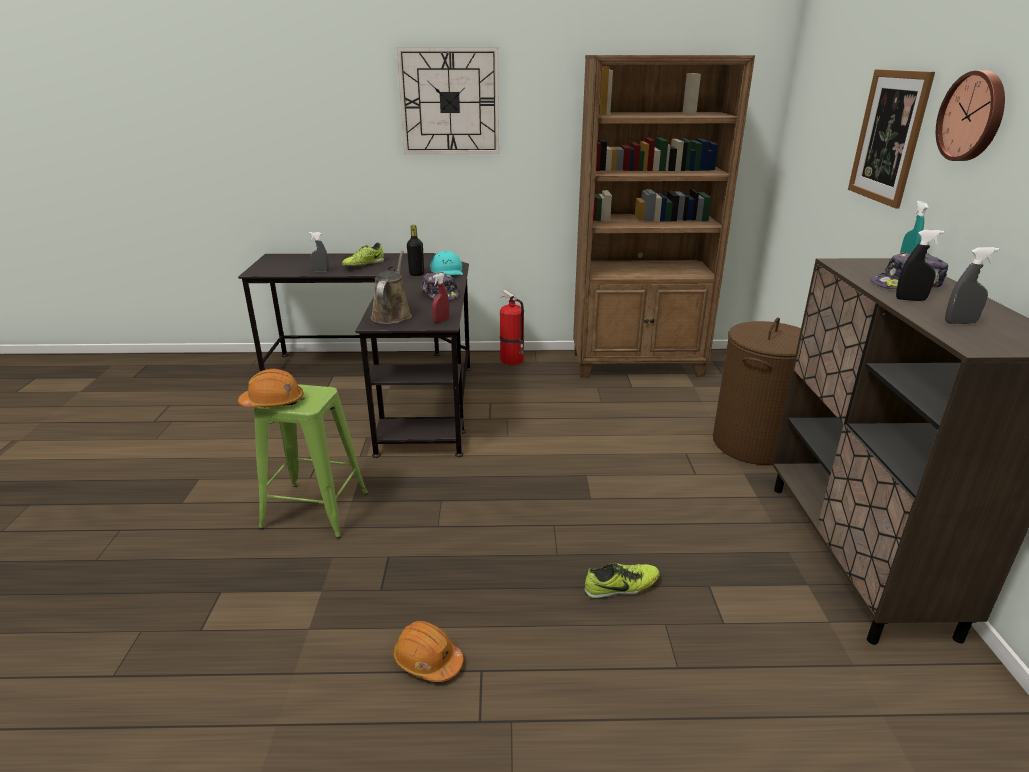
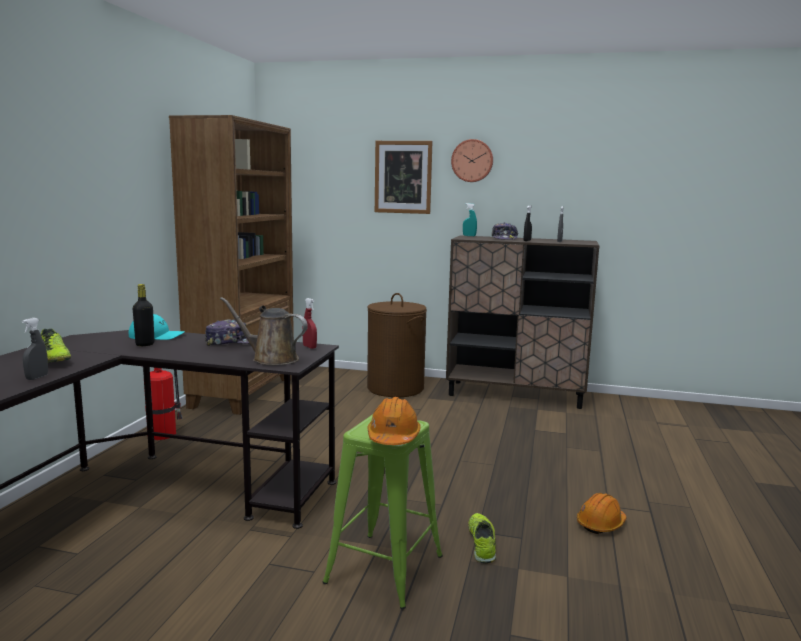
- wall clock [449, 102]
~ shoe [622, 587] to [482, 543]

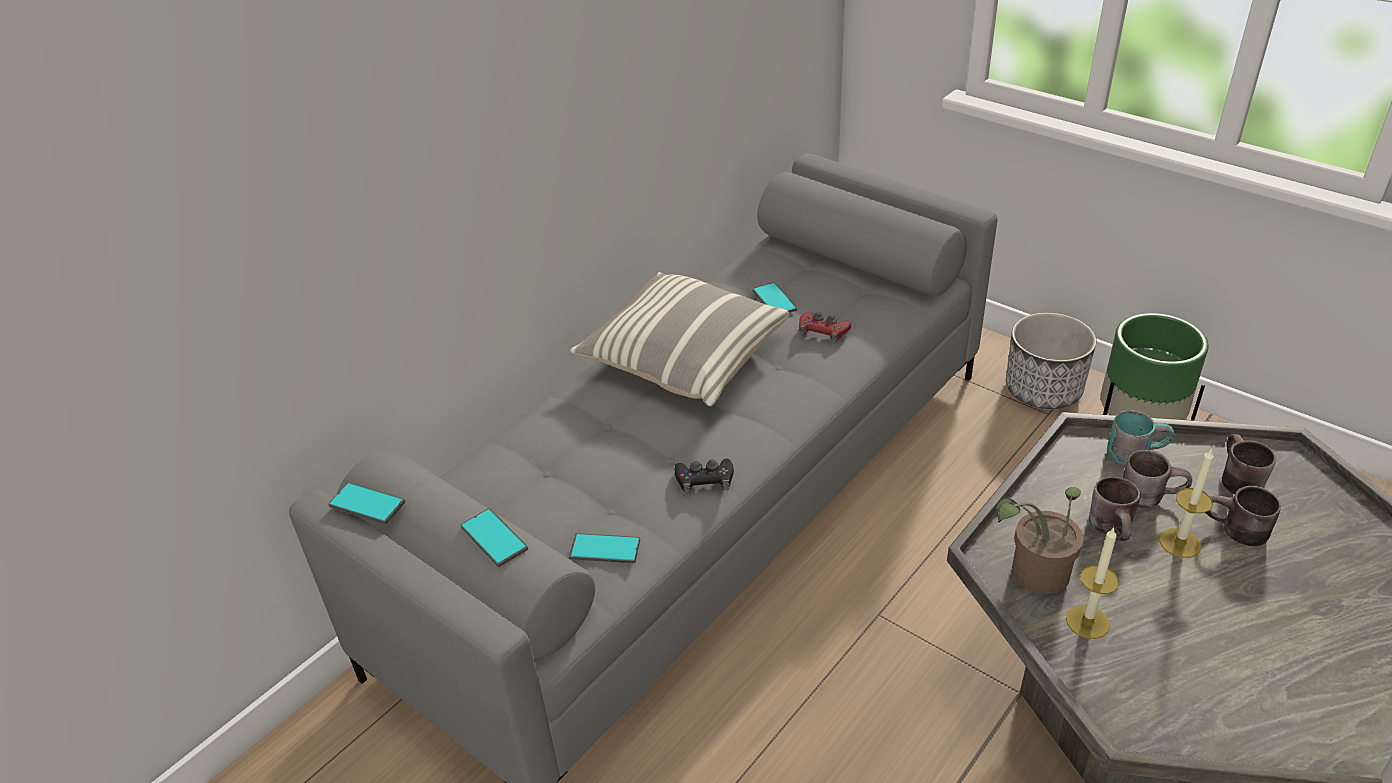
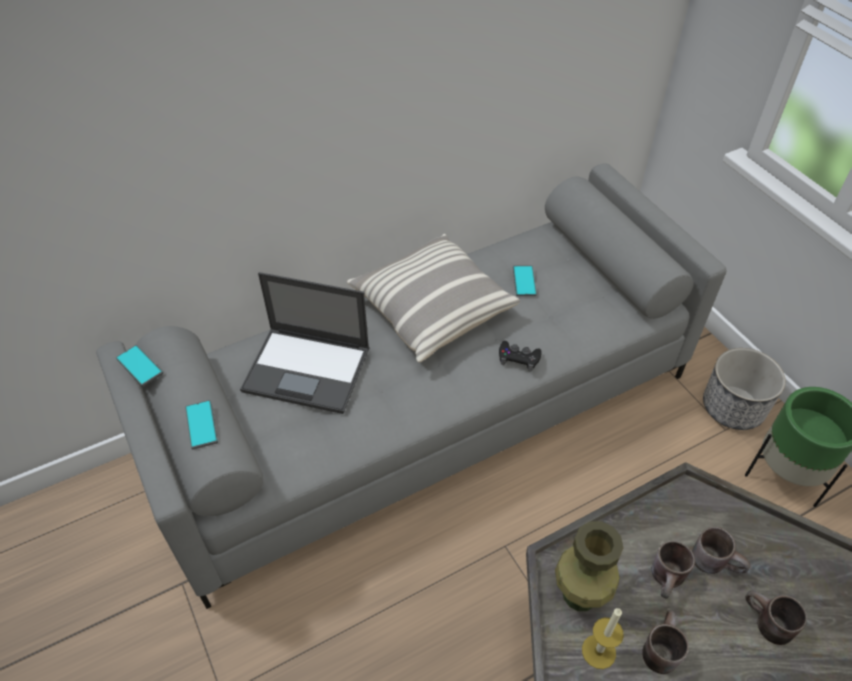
- gamepad/red-coloured [823, 331]
- tea mug/blue-green [1134, 451]
~ tea mug/brown-coloured [1234, 479] to [657, 647]
- candle [1180, 543]
~ gamepad/black [704, 479] to [518, 358]
~ houseplant [1032, 575] to flower vase/green-coloured [580, 594]
- handset [604, 549]
+ portable computer [308, 370]

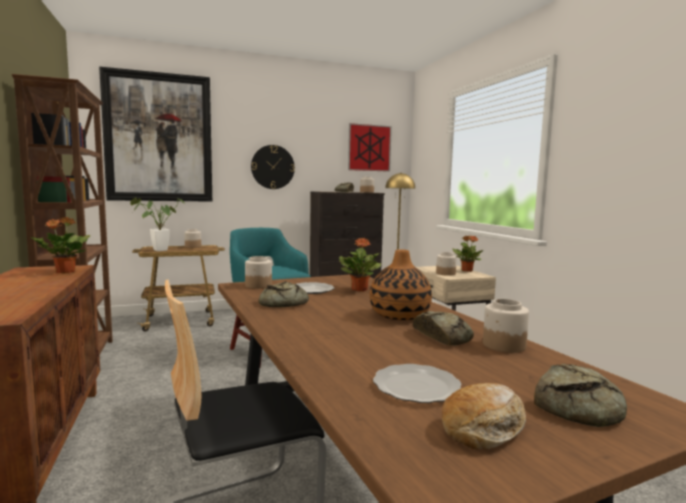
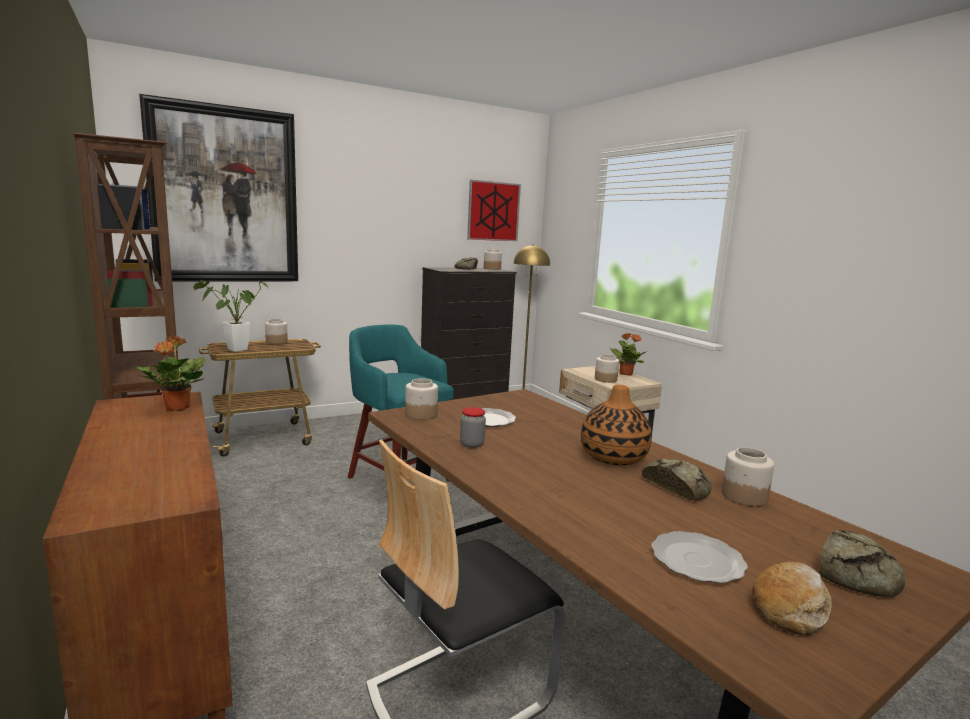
- wall clock [272, 167]
- houseplant [359, 289]
~ bread [282, 303] to jar [472, 444]

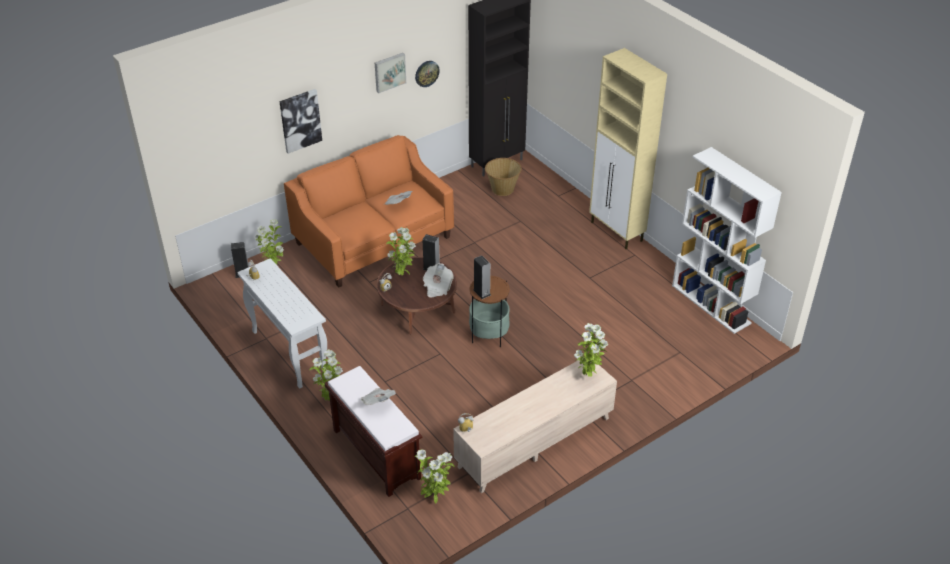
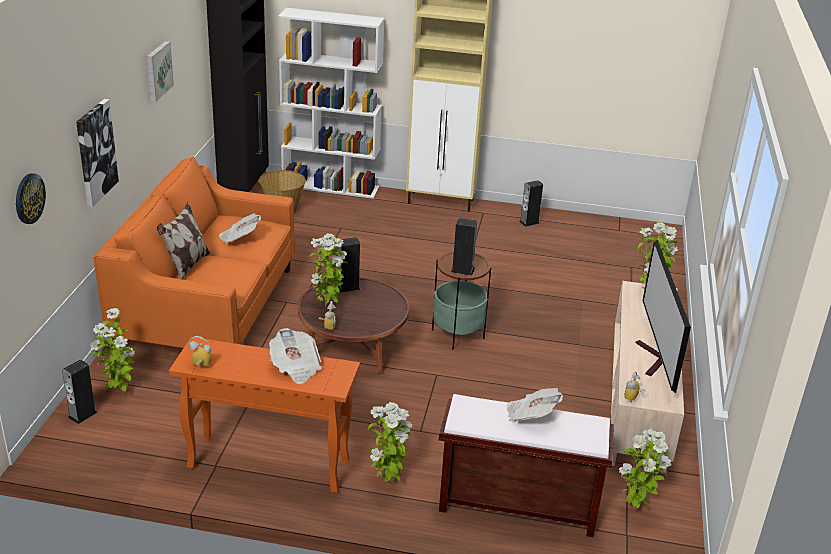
~ wall clock [426, 73] to [29, 198]
~ bookcase/whitish [711, 304] to [331, 186]
~ narrow table/whitish [288, 352] to narrow table/orange [267, 464]
~ daily paper [437, 287] to [295, 368]
+ audio speaker [529, 222]
+ pillow [186, 266]
+ television [654, 360]

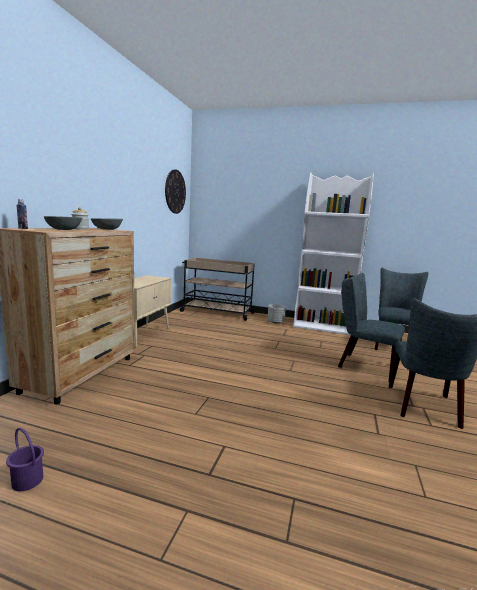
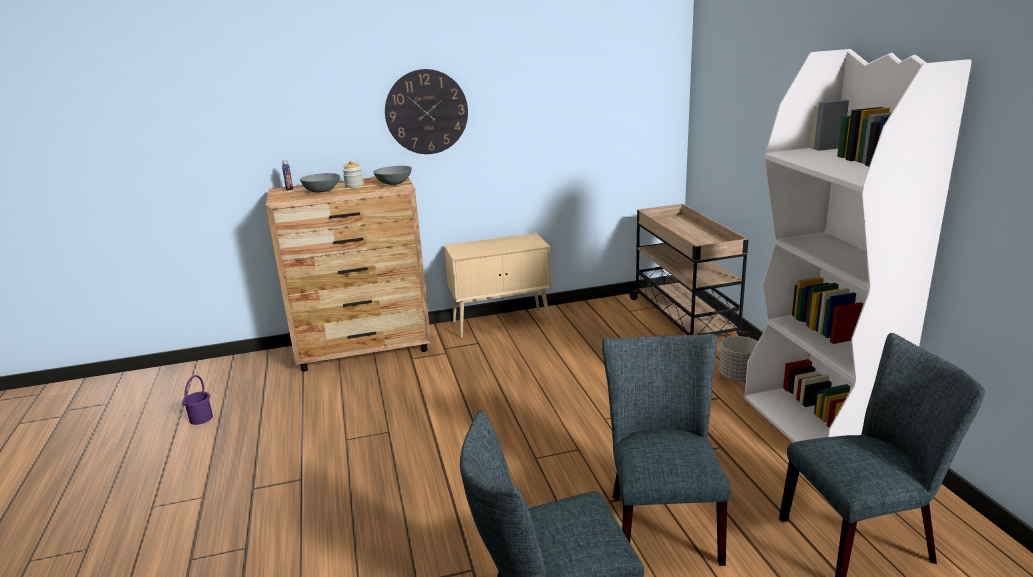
~ wall clock [175, 191] to [426, 112]

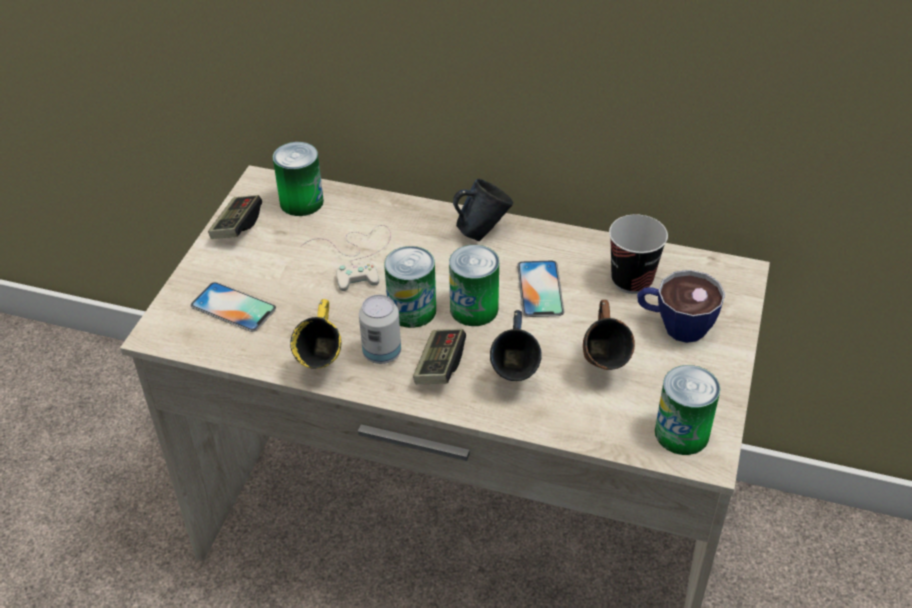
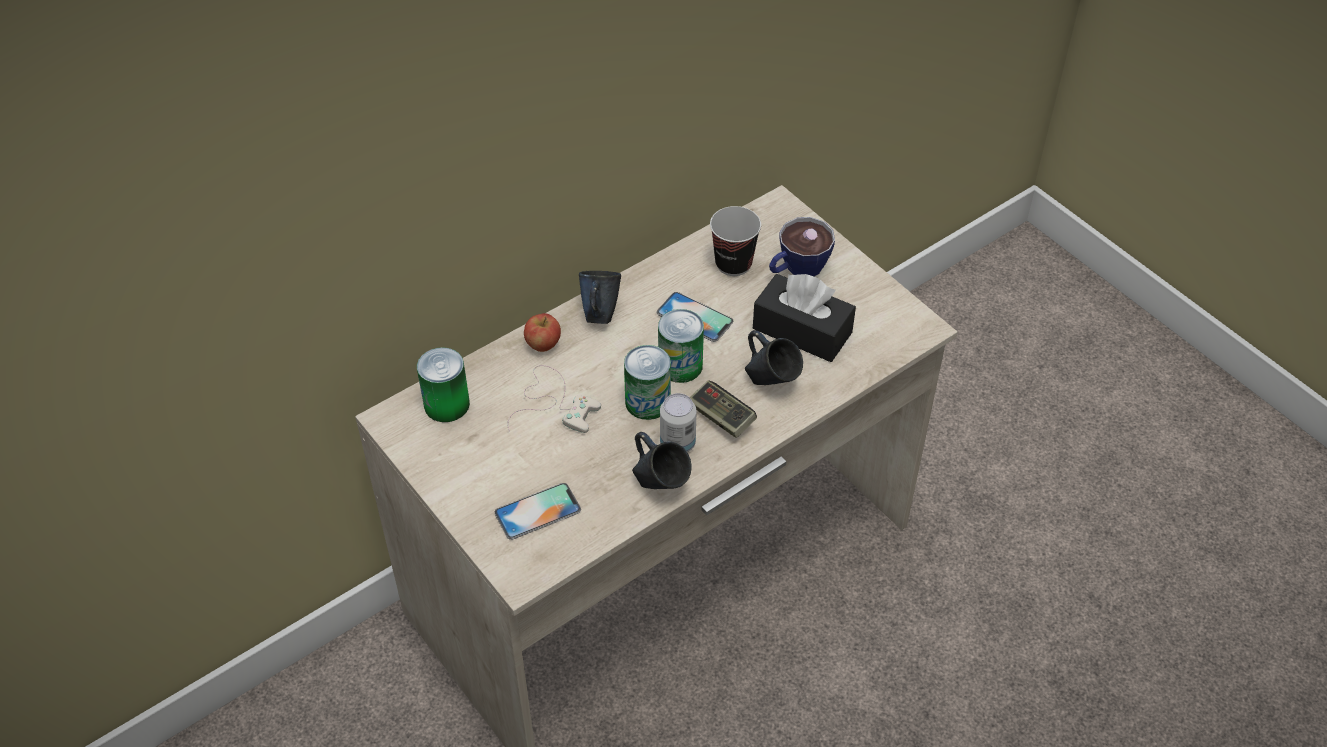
- gamepad [237, 226]
~ tea mug/yellowish [323, 366] to tea mug/bluish [659, 486]
~ tea mug/brown-coloured [602, 367] to tissue holder/black [802, 330]
- sealed can [681, 433]
+ apple [543, 344]

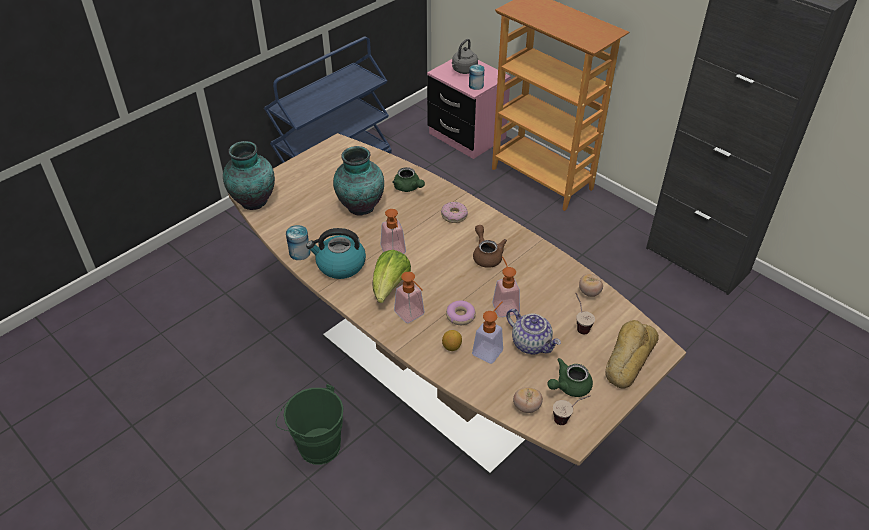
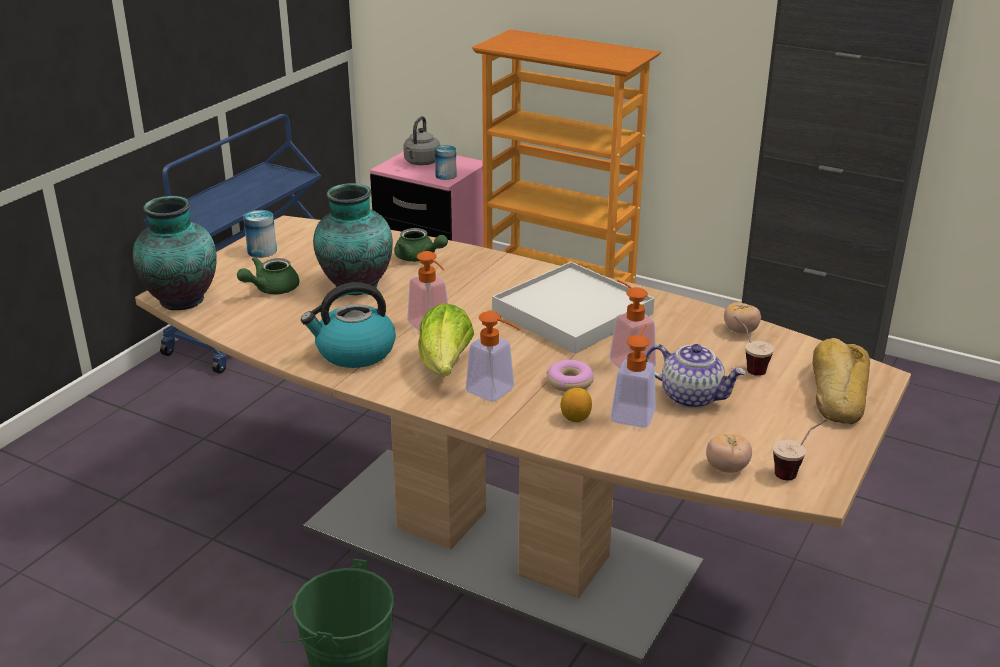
- donut [454, 215]
~ sealed can [299, 253] to [262, 251]
~ teapot/brown-coloured [486, 255] to serving tray/whitish [572, 313]
~ teapot/green-coloured [569, 386] to [271, 289]

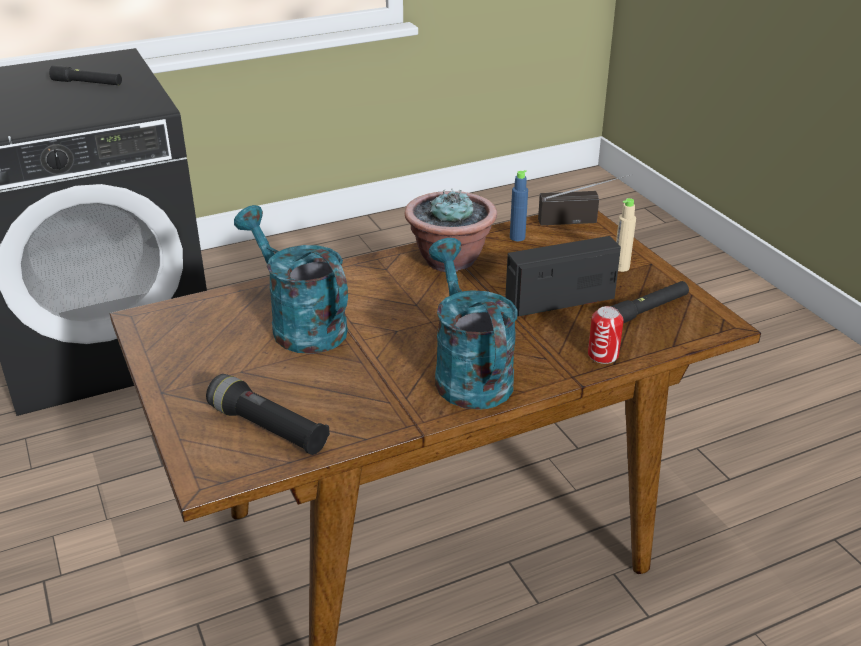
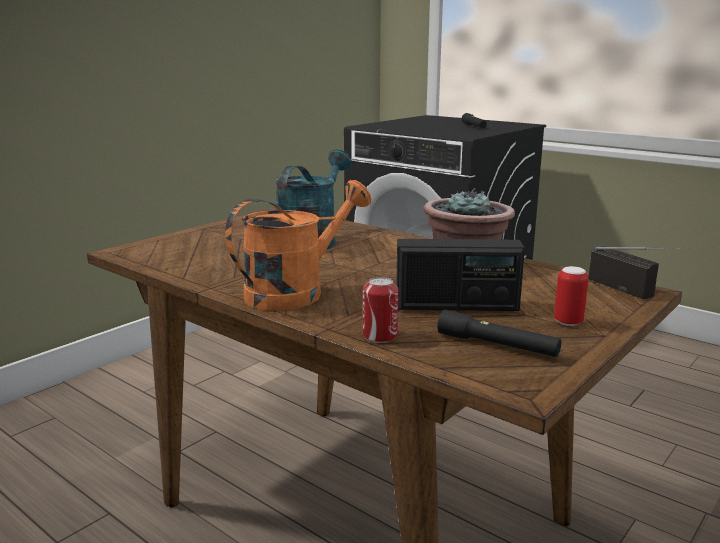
- beverage bottle/bluish [517, 237]
~ beverage bottle/beige-coloured [621, 267] to sealed can [568, 322]
~ radio [559, 301] = [456, 306] 135 degrees clockwise
~ sprinkling can/blue-green [468, 373] to sprinkling can/orange [296, 292]
- hand torch/black [268, 428]

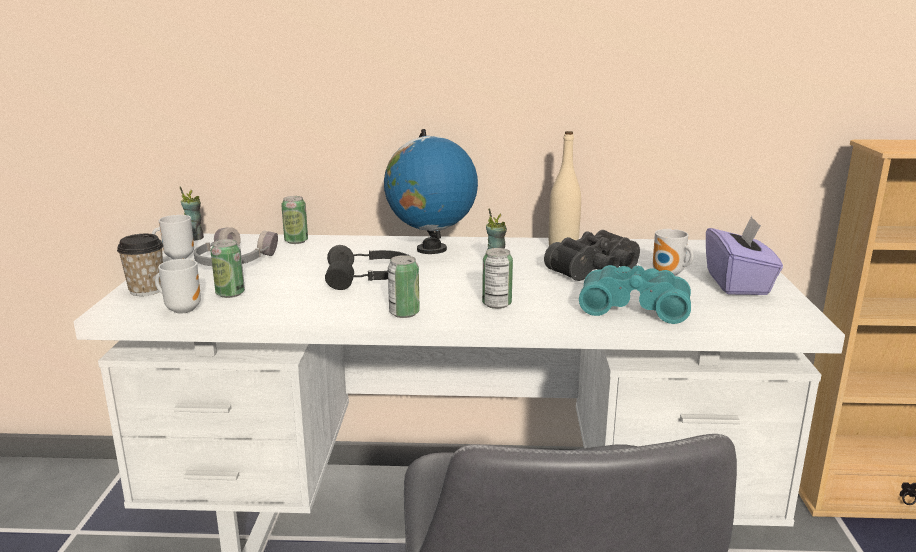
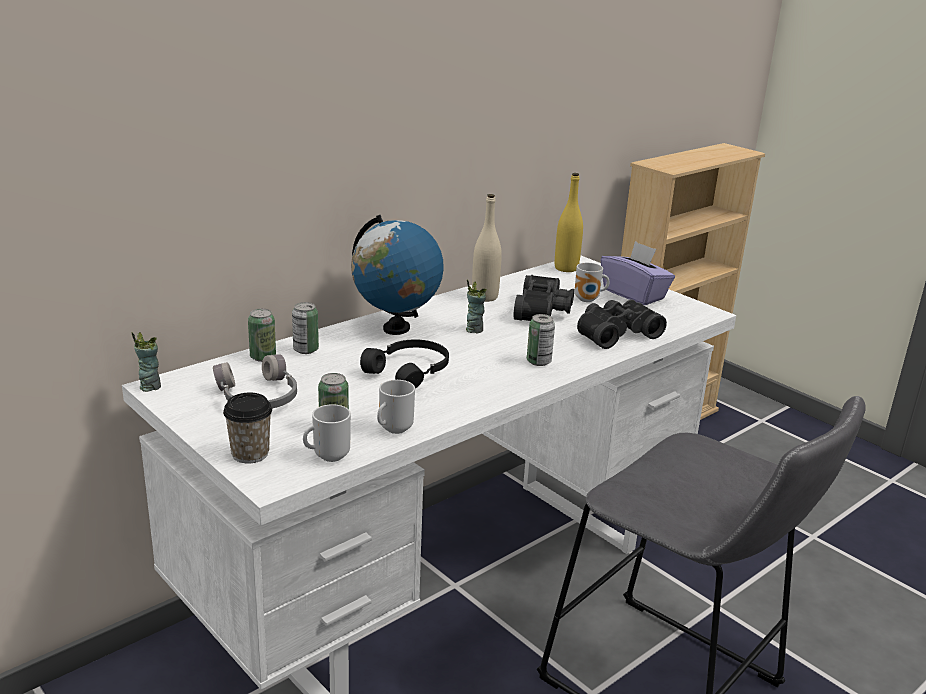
~ tea mug [177, 257] to [393, 429]
~ sealed can [404, 313] to [306, 350]
~ field glasses/blue-green [634, 306] to field glasses/black [615, 333]
+ beverage bottle/yellowish [566, 268]

